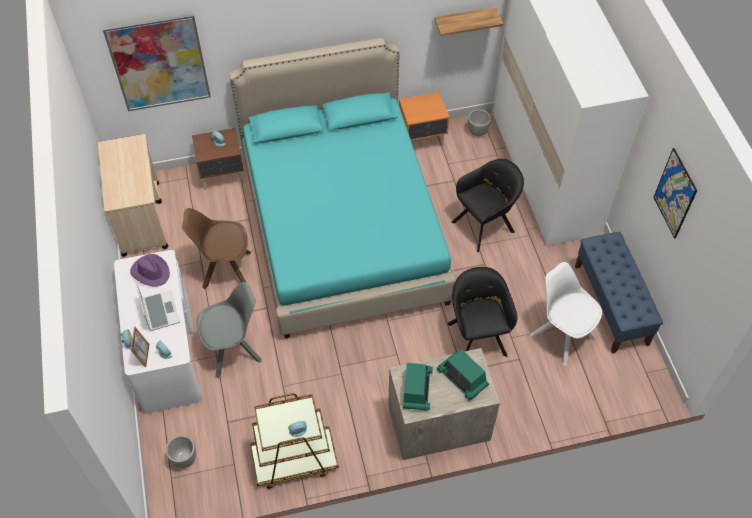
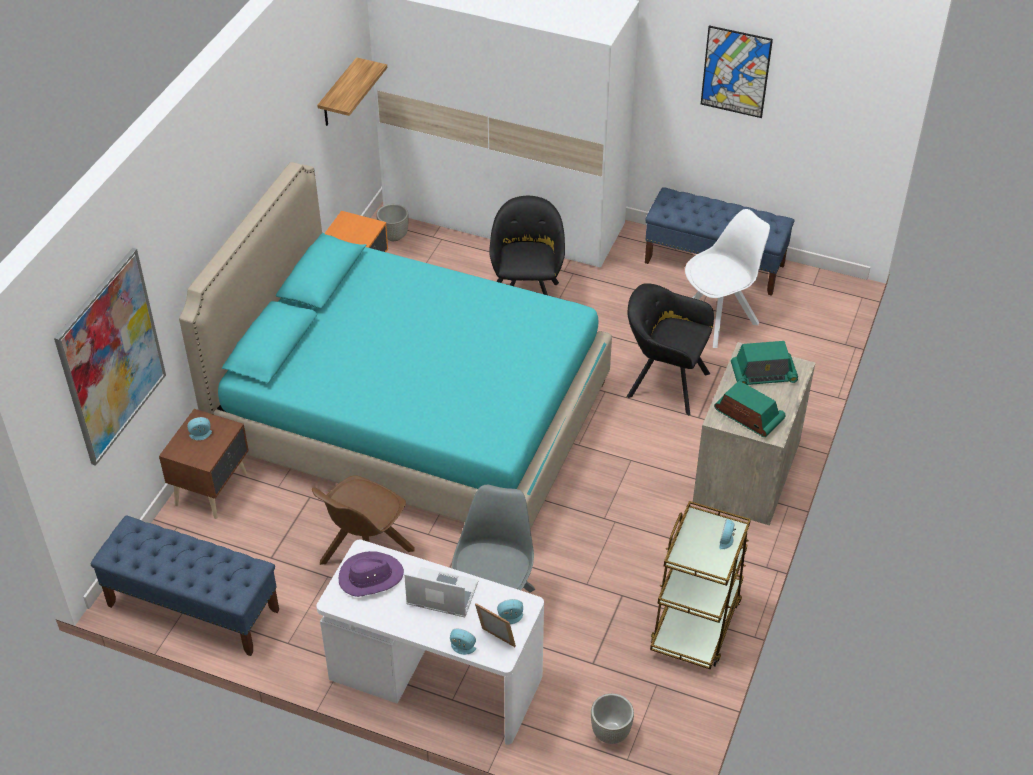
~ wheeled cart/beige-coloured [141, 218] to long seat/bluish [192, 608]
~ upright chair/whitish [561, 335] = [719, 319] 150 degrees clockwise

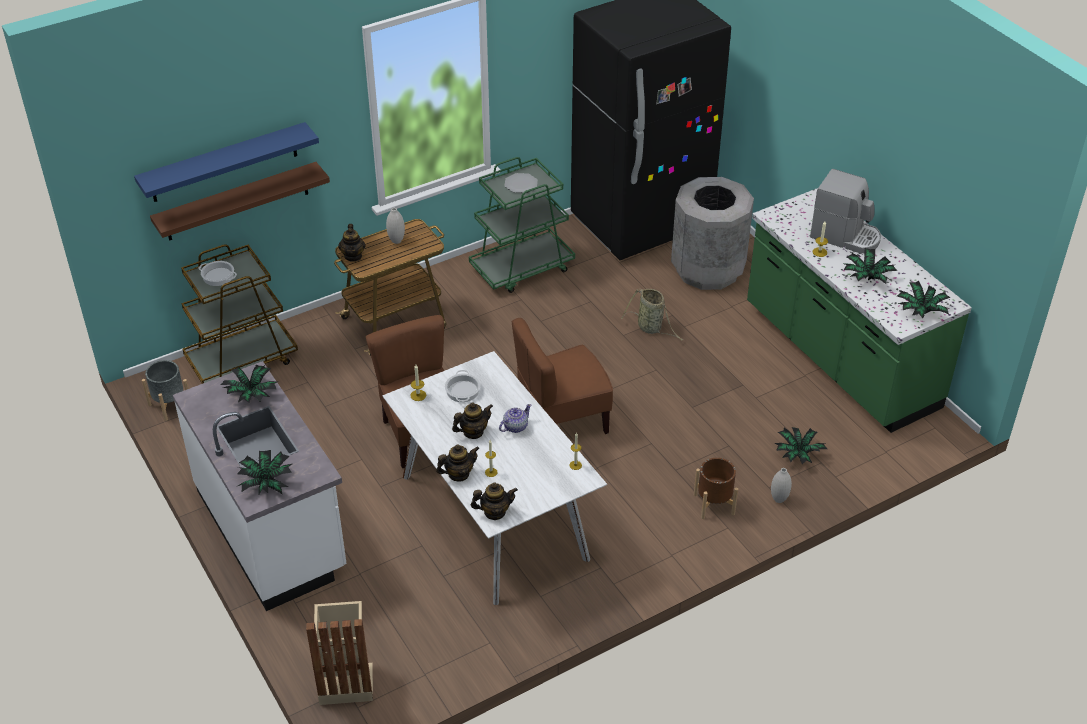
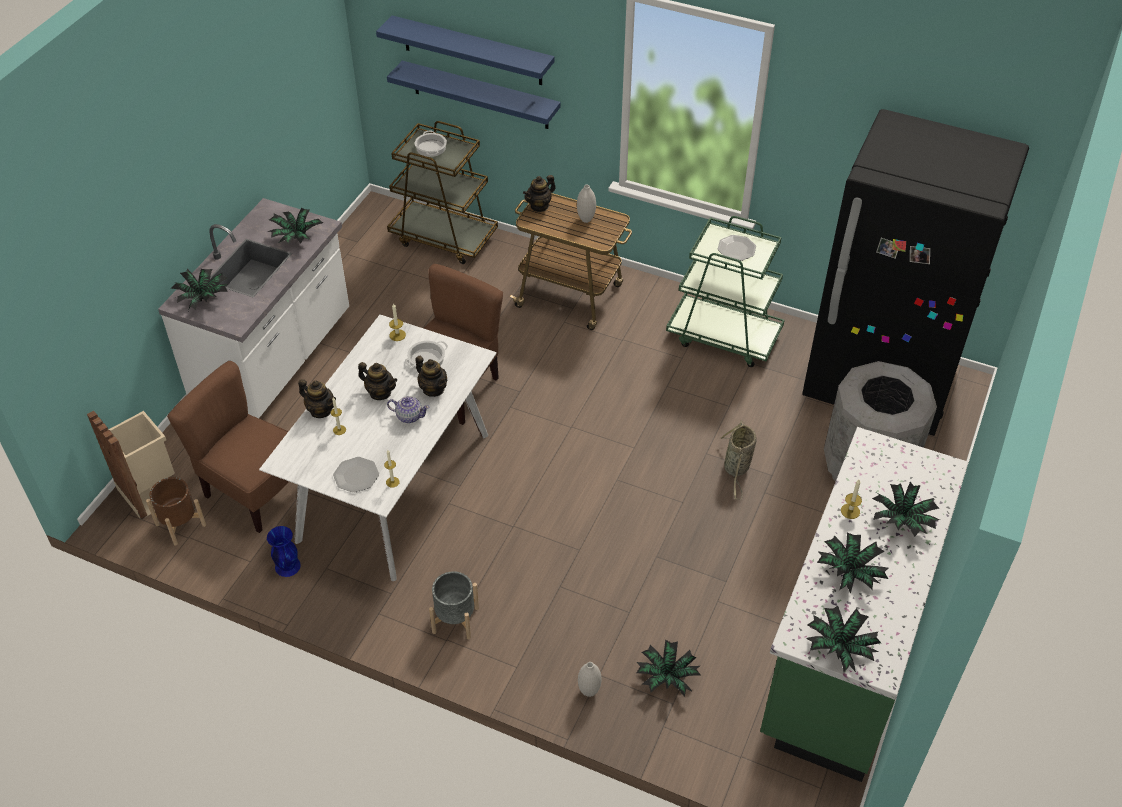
~ bracket shelf/brown-coloured [237, 202] to bracket shelf/bluish [480, 95]
~ coffee brewer [845, 236] to houseplant [902, 521]
~ upright chair/brown-coloured [562, 420] to [256, 490]
~ flower pot/grey [170, 405] to [456, 620]
~ flower pot/brown-coloured [714, 504] to [181, 525]
~ teapot [494, 512] to [433, 389]
+ plate [356, 475]
+ flower vase/bluish [287, 566]

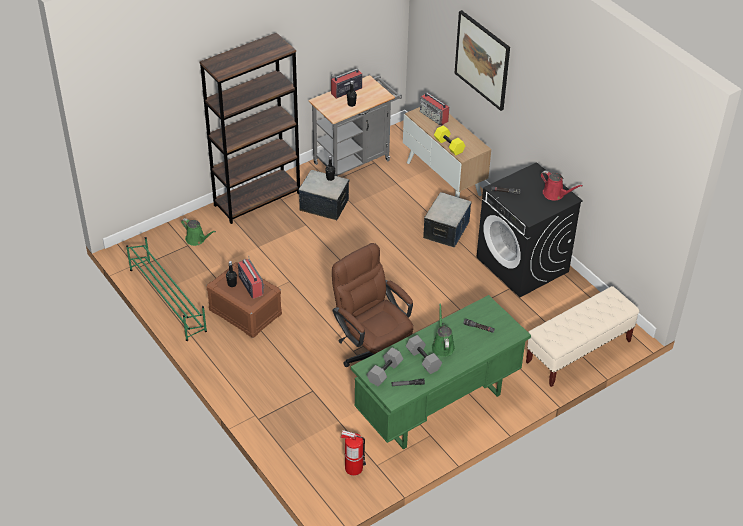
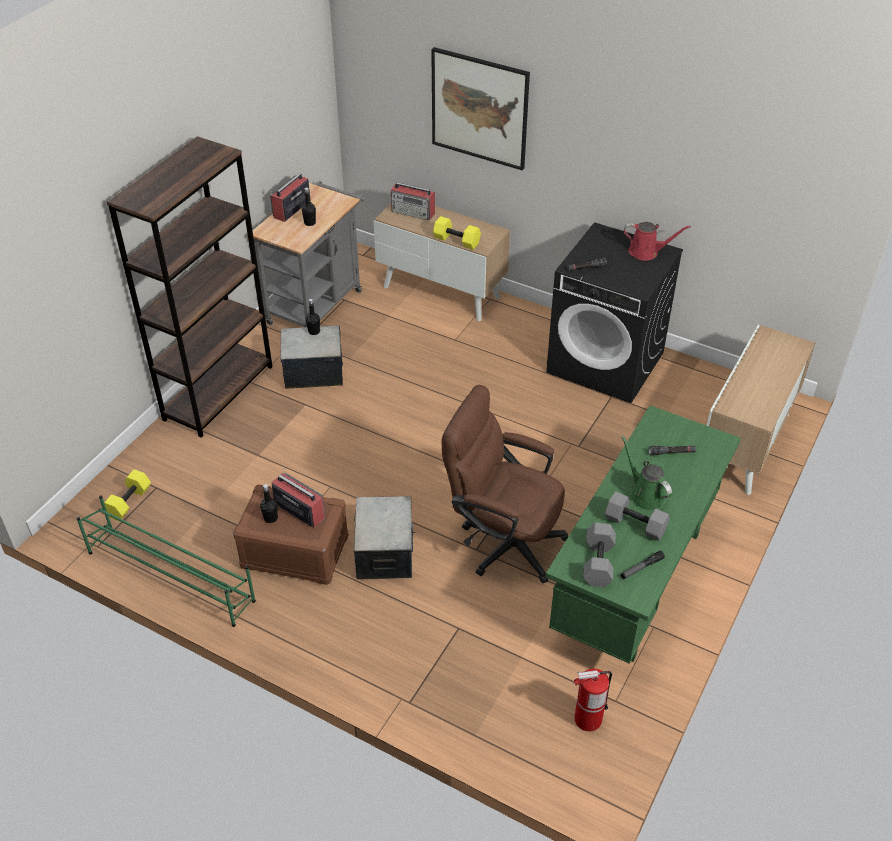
~ storage box [446, 230] to [385, 552]
- sprinkling can/green-coloured [197, 239]
~ long seat/beige-coloured [578, 352] to storage cabinet [746, 445]
+ dumbbell/yellowish [128, 501]

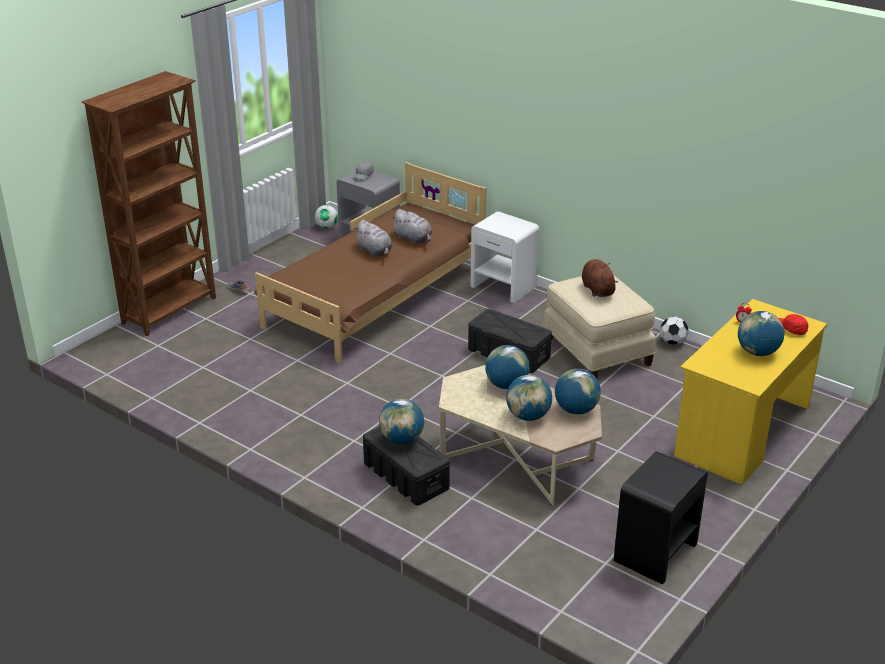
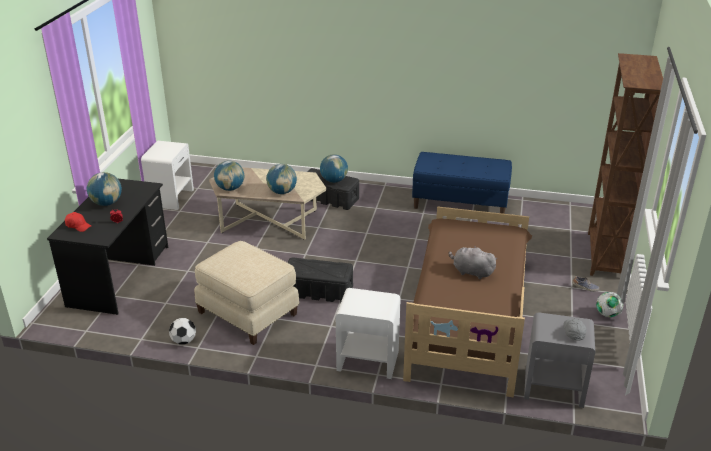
~ football ball [326, 227] to [607, 314]
- plush toy/grey [413, 239]
- plush toy/brown-coloured [597, 289]
~ desk unit/yellowish [742, 432] to desk unit/black [120, 276]
- globe [528, 416]
~ nightstand/black [655, 552] to nightstand/whitish [171, 197]
+ long seat/bluish [460, 203]

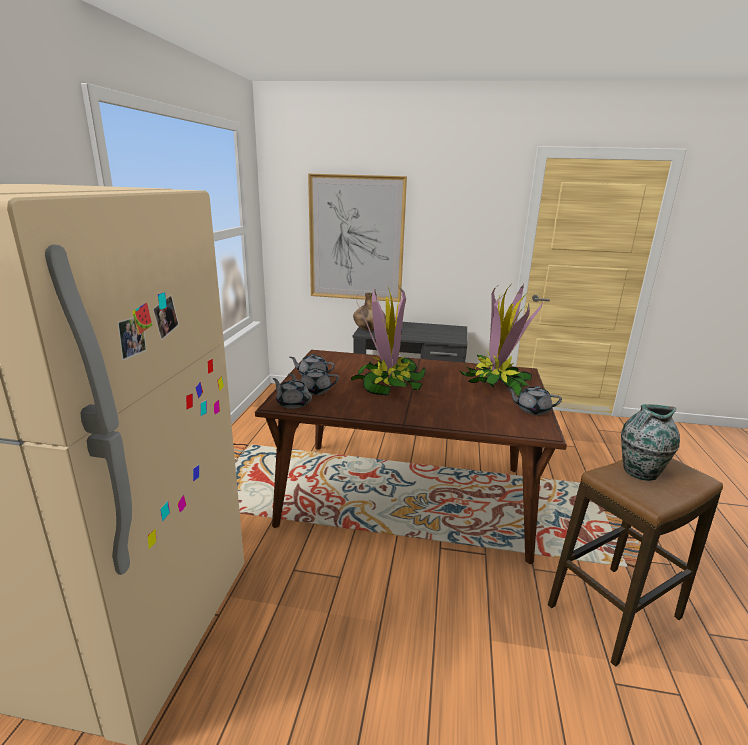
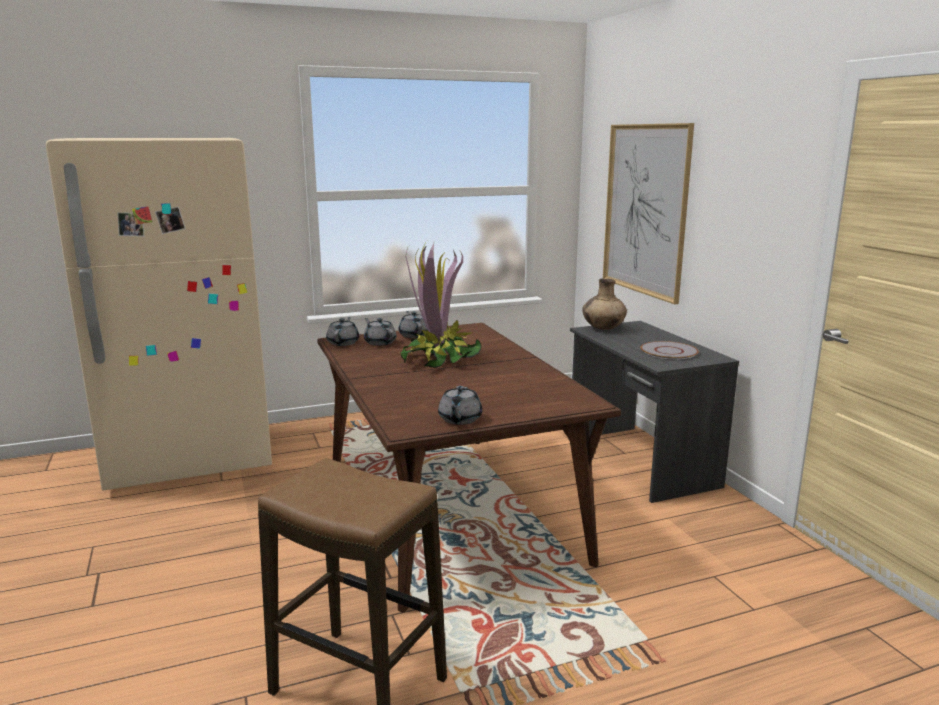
- houseplant [495, 383]
~ teapot/grey [532, 410] = [459, 419] 150 degrees counterclockwise
- flower vase [639, 472]
+ plate/grey [669, 351]

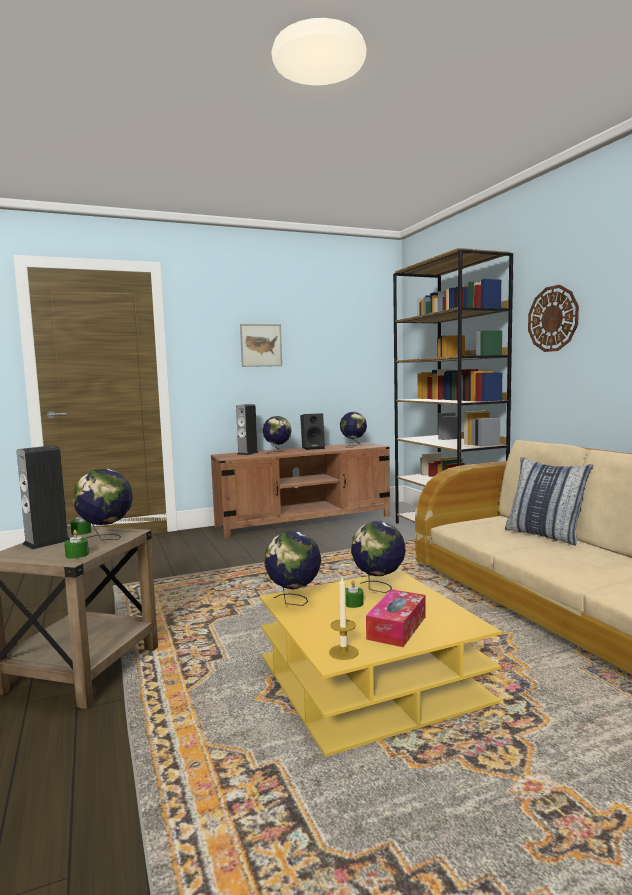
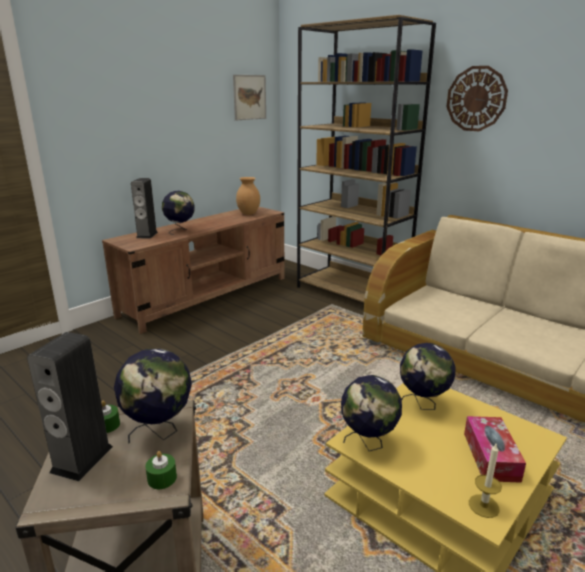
~ wall art [261, 345] to [249, 97]
~ globe [353, 446] to flower vase/brown-coloured [248, 214]
- audio speaker/black [313, 448]
- pillow [545, 535]
- candle/green-coloured [353, 603]

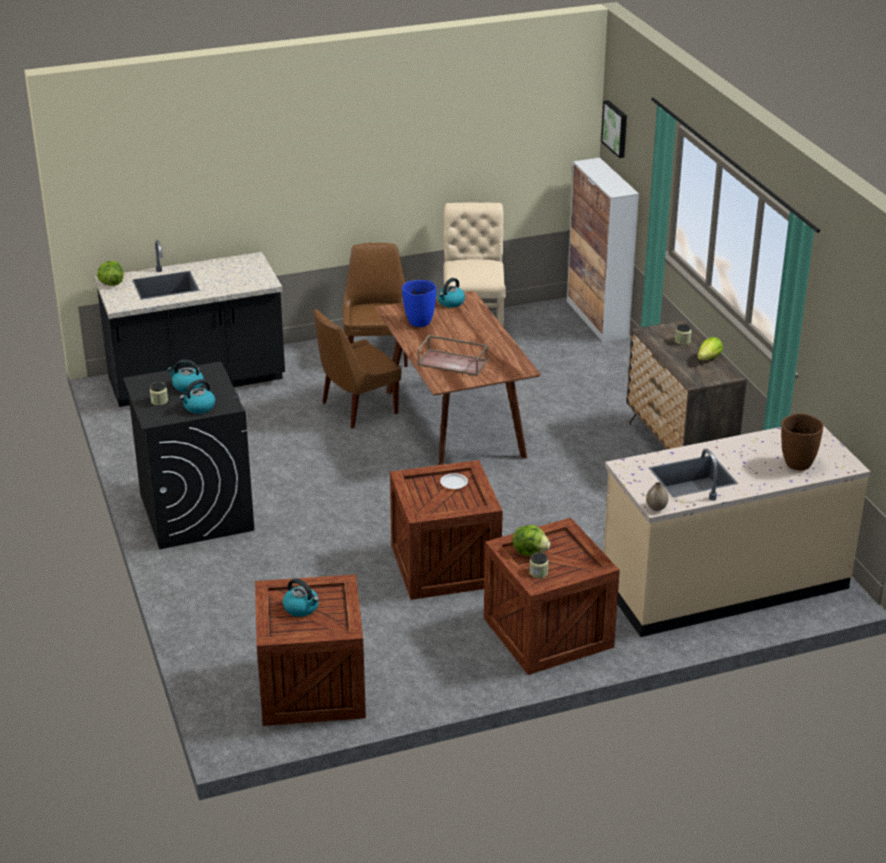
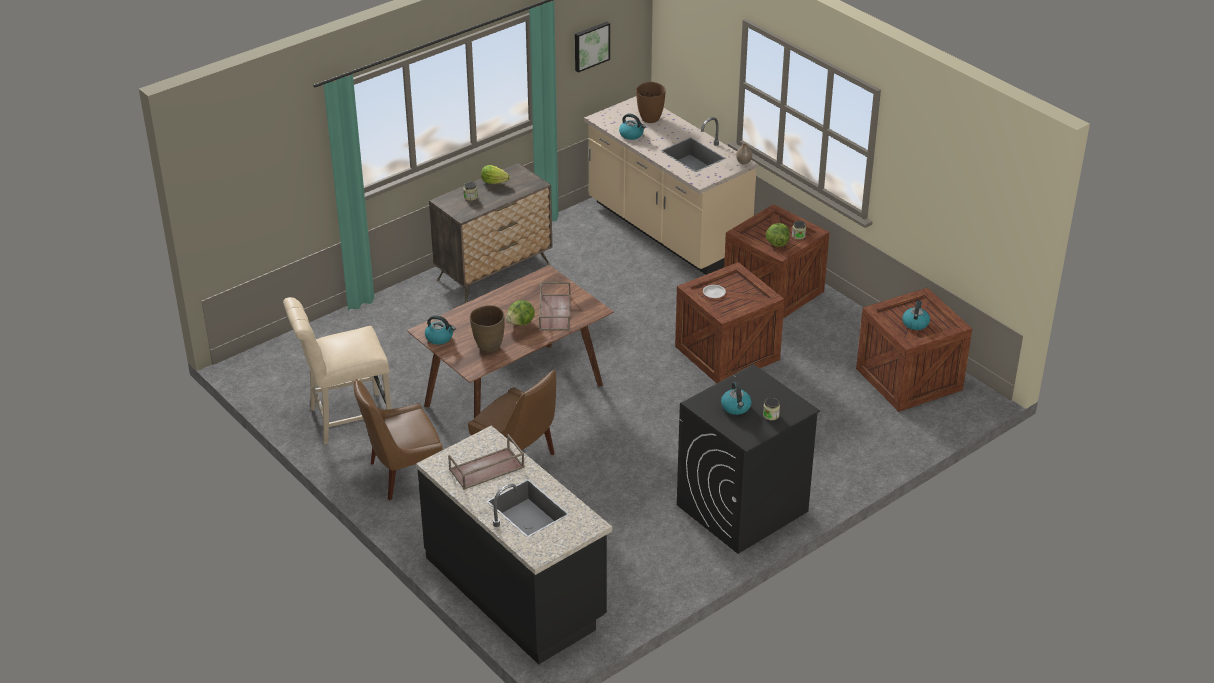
~ wall art [616, 128] to [591, 46]
- storage cabinet [597, 319]
~ lettuce head [111, 283] to [521, 323]
~ flower vase/bluish [419, 322] to flower vase/brown-coloured [489, 347]
~ tea kettle [199, 407] to [632, 135]
+ serving tray/brown-coloured [486, 469]

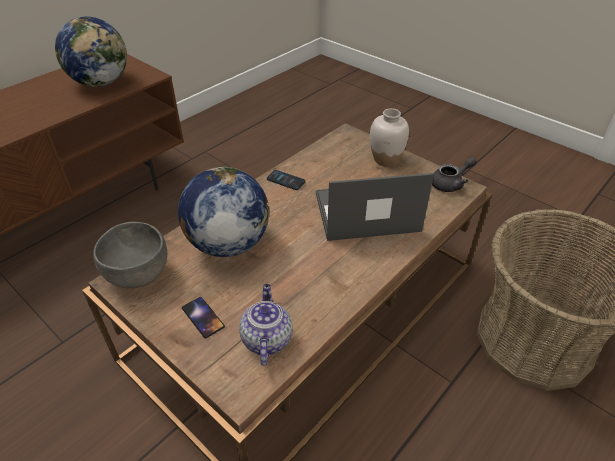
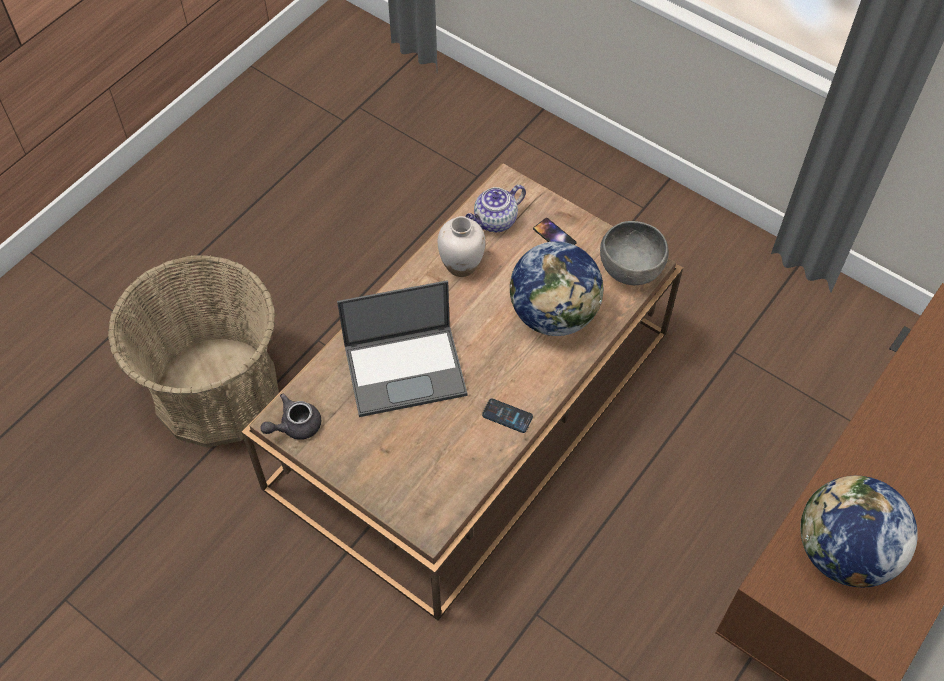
~ flower vase/whitish [385, 160] to [461, 265]
~ teapot [266, 339] = [494, 221] 60 degrees clockwise

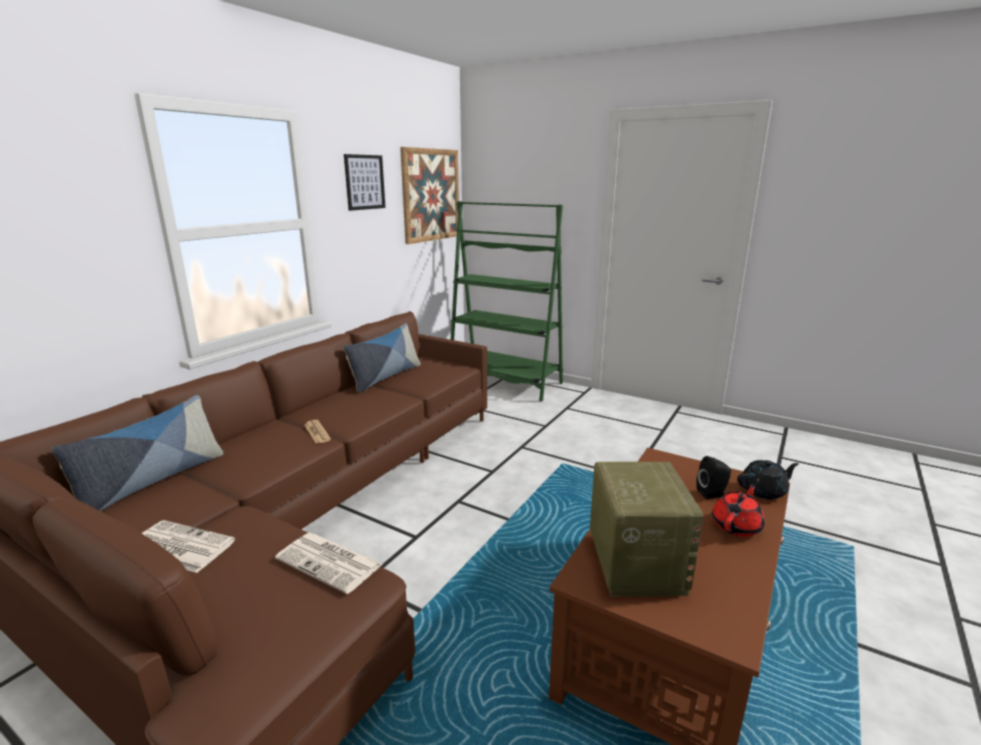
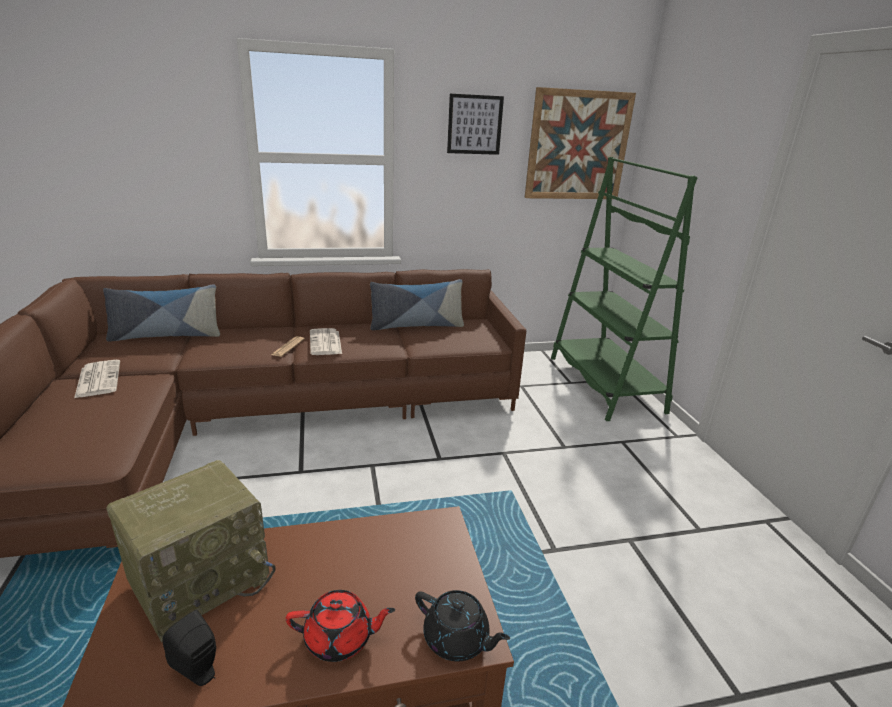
~ audio speaker/black [712, 494] to [199, 671]
~ daily paper [330, 562] to [326, 343]

